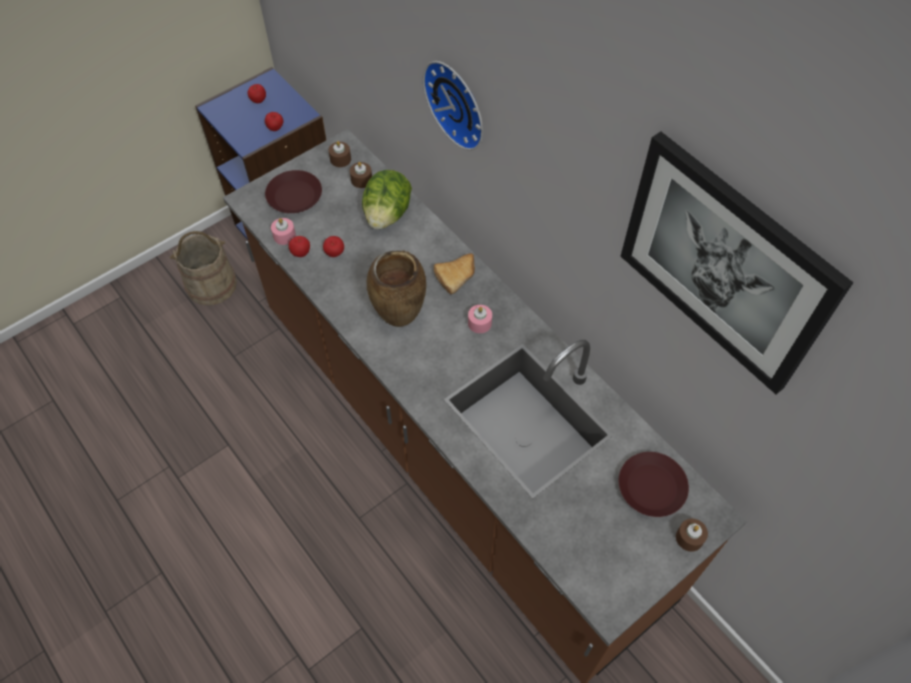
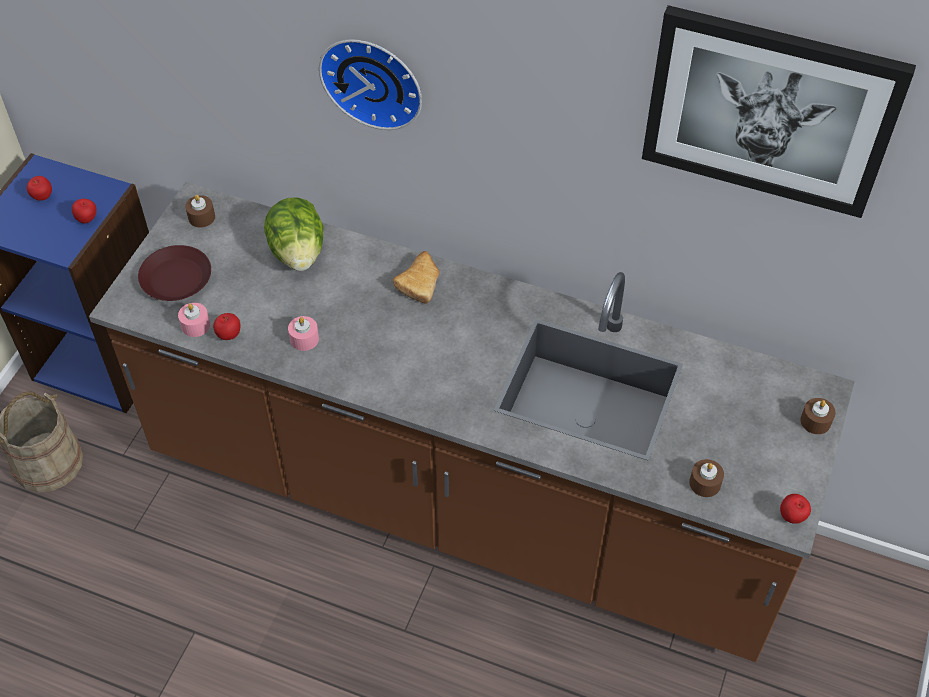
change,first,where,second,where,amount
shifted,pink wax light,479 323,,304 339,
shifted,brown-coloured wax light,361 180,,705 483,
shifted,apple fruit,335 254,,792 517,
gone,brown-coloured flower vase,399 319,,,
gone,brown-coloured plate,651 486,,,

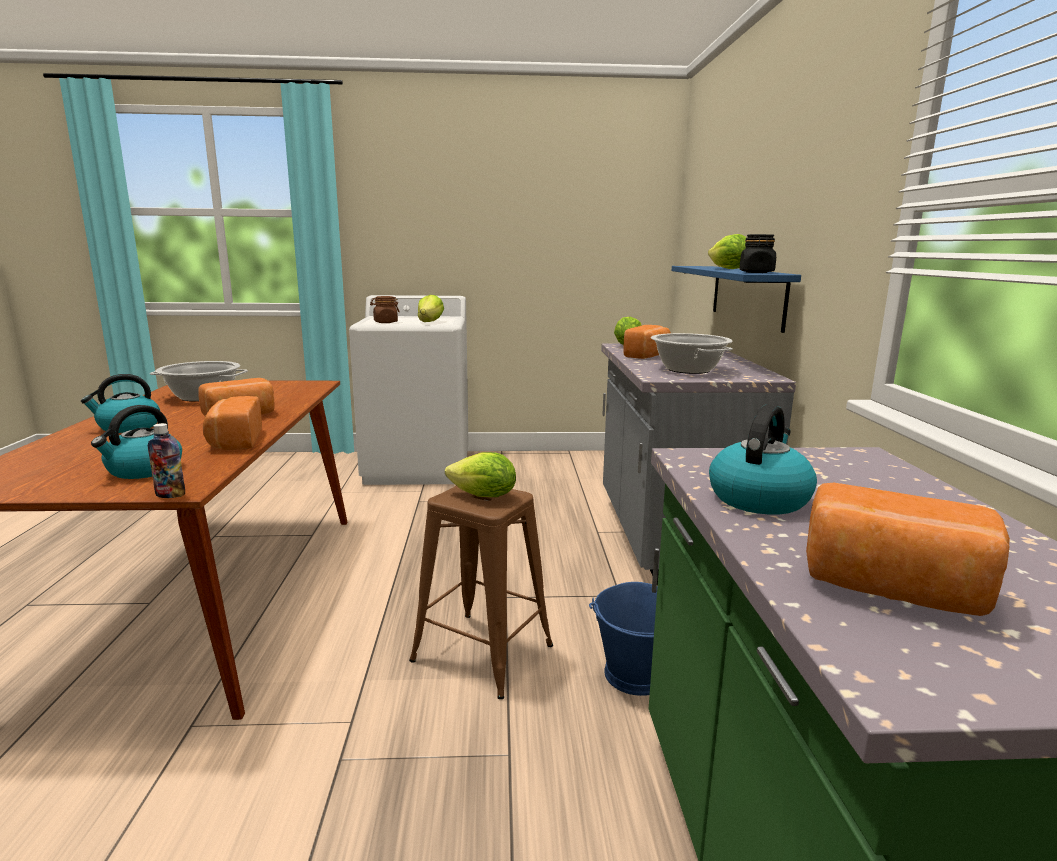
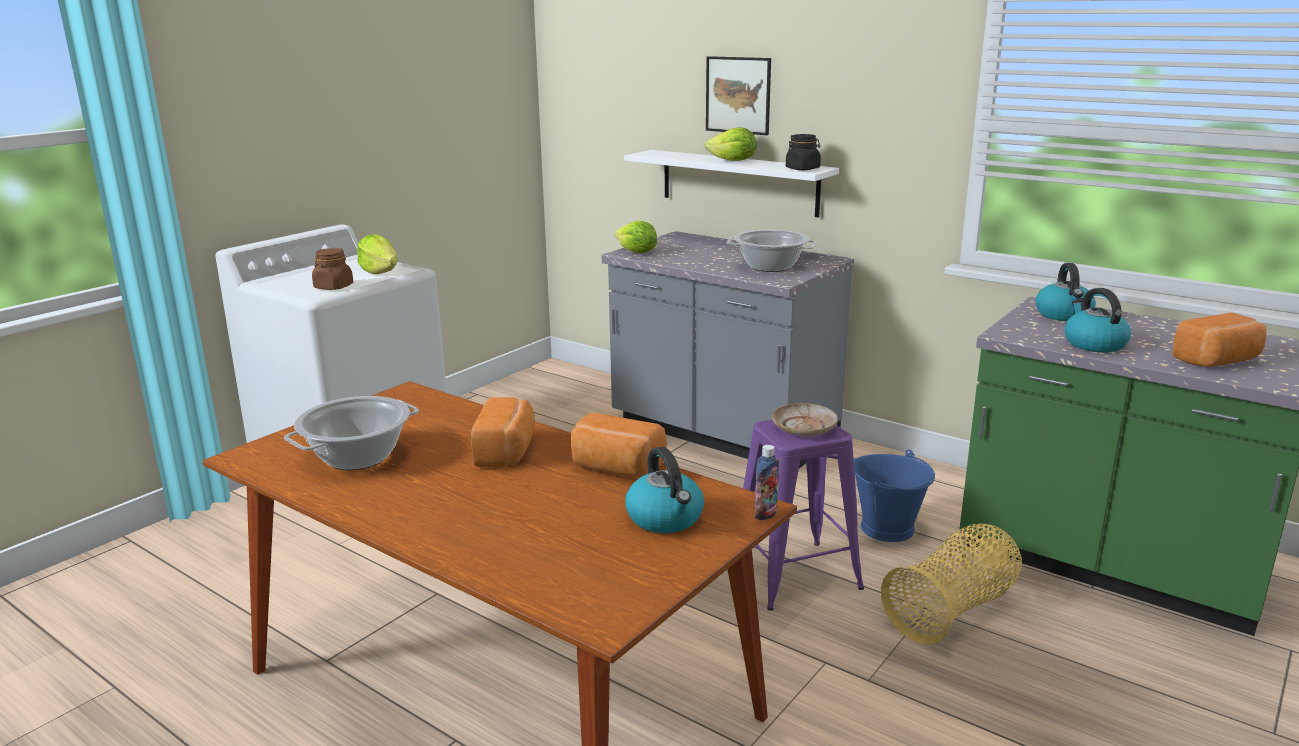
change,first,where,second,where,amount
repainted,blue-coloured shelf,747 295,white shelf,738 182,
new,,,wall picture,738 95,
repainted,brown-coloured stool,482 653,purple-coloured stool,795 575,
swapped,lettuce,484 496,beige plate,804 428,
new,,,storage basket,952 610,
shifted,kettle,128 427,,1064 315,
gone,bread,648 355,,,

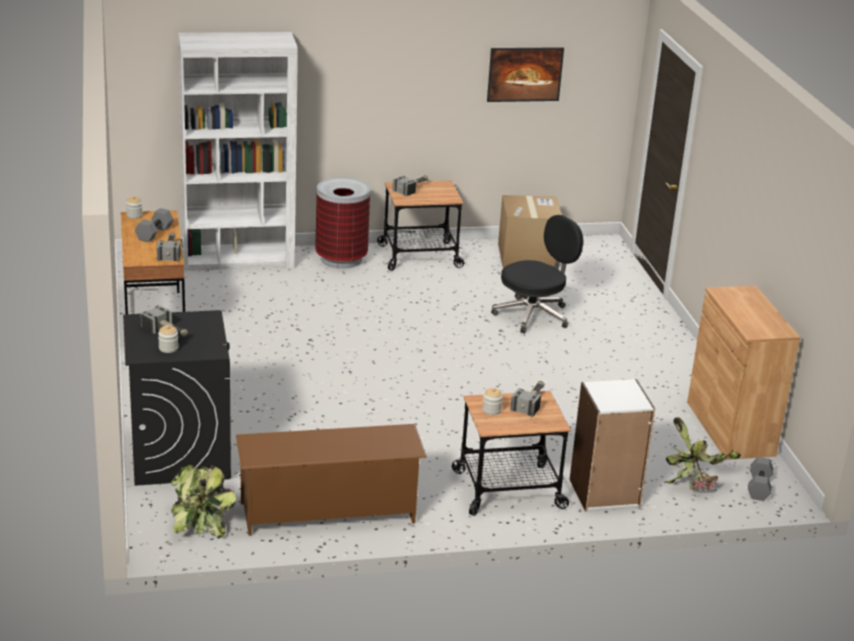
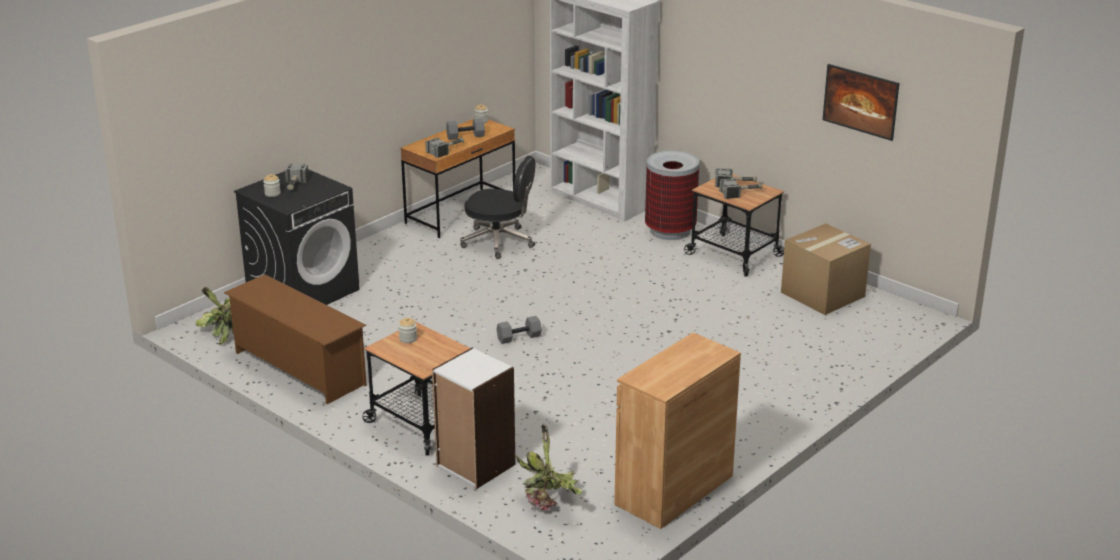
change,first,where,second,where,amount
shifted,black-coloured desk chair,533 315,,499 242,
shifted,gray free weight,758 487,,519 337,
shifted,hammer,530 402,,741 193,

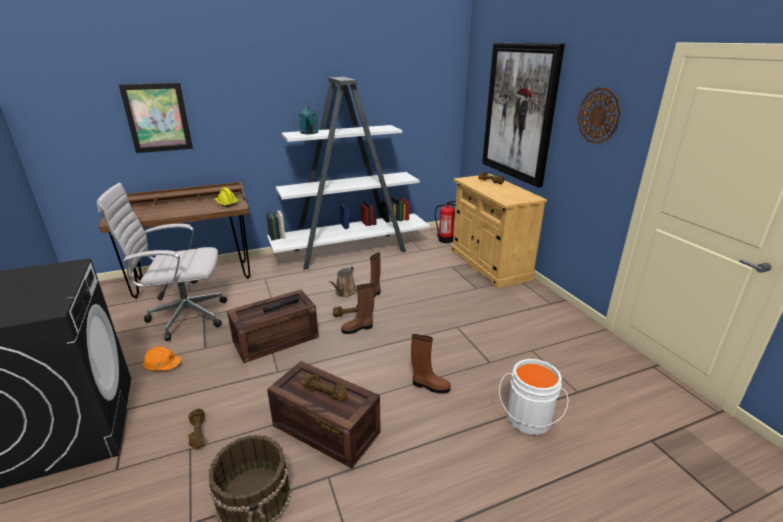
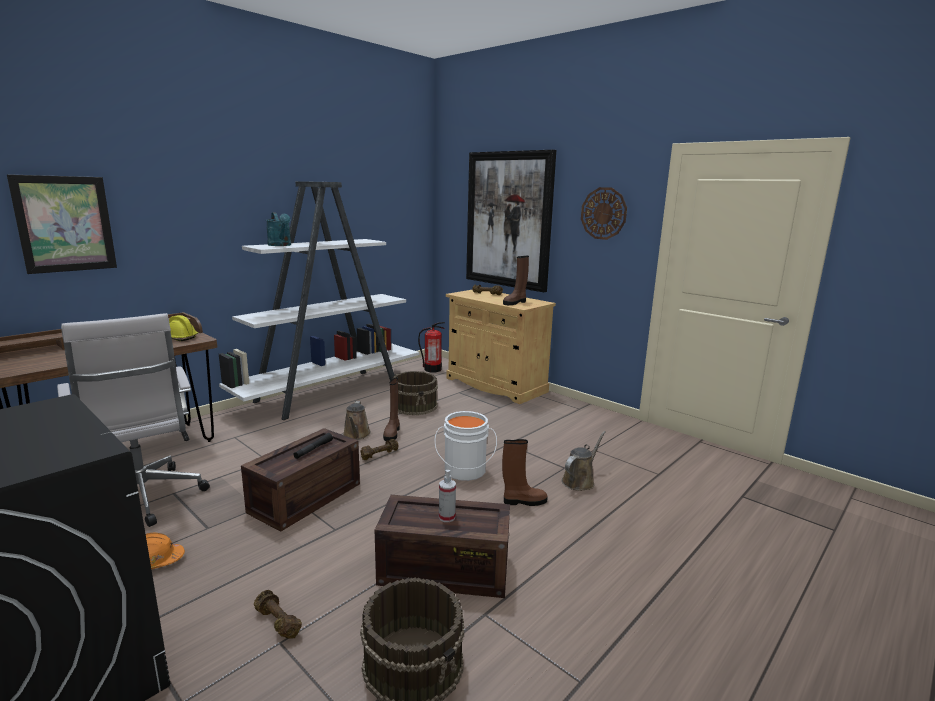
change,first,where,second,where,amount
rotated,white desk chair,184 317,,144 501,90 degrees counterclockwise
new,,,brown-coloured pail,415 406,
shifted,white pail,528 420,,464 471,
swapped,brown-coloured free weight,325 392,hand sprayer,447 517,
shifted,brown-coloured boot,358 328,,515 303,
new,,,brown-coloured watering pot,579 481,

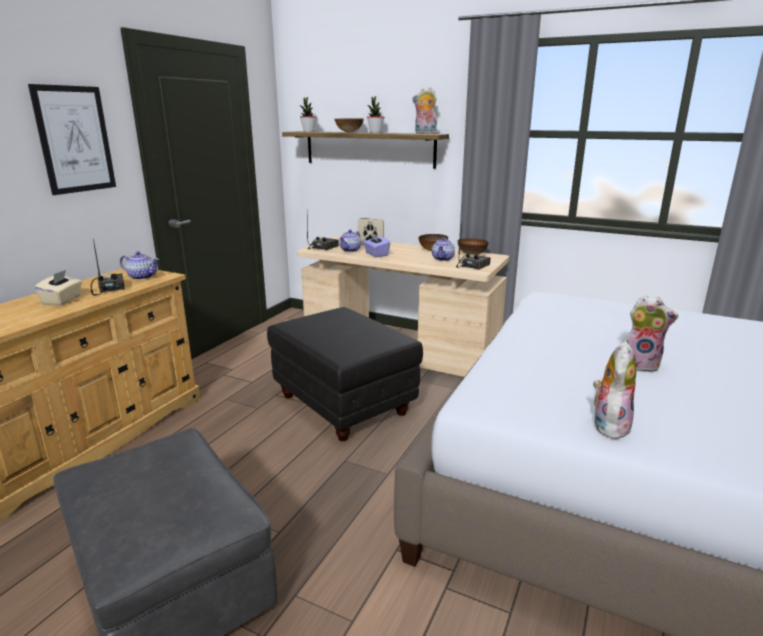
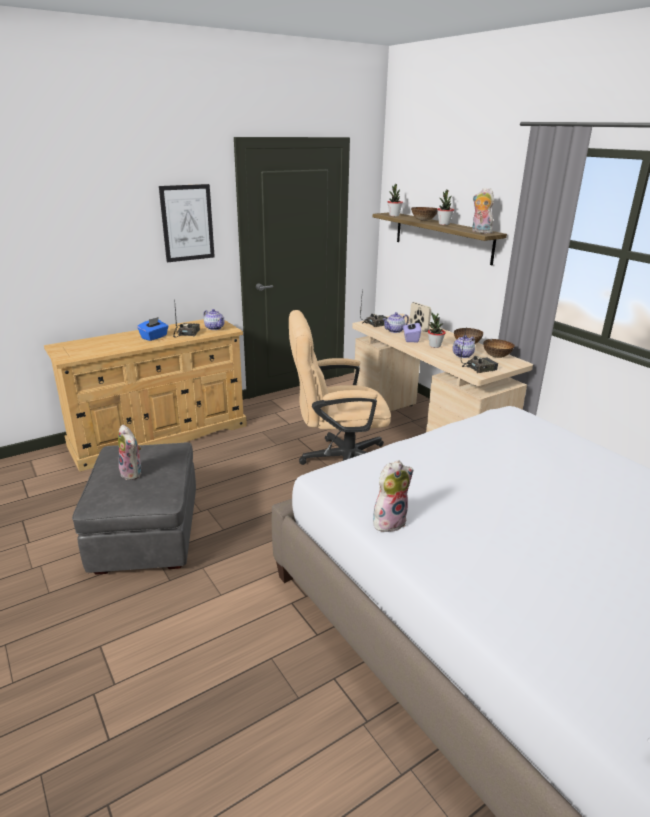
change,first,where,second,where,amount
shifted,plush toy,640 365,,133 473,
repainted,beige tissue box,62 300,blue-coloured tissue box,154 337,
swapped,black-coloured footrest,343 405,beige desk chair,338 461,
new,,,houseplant,435 346,

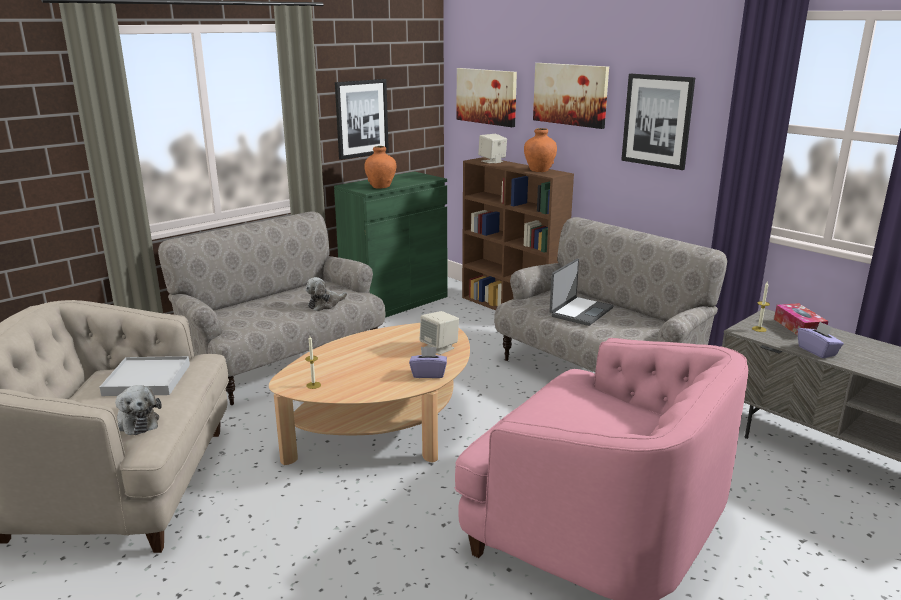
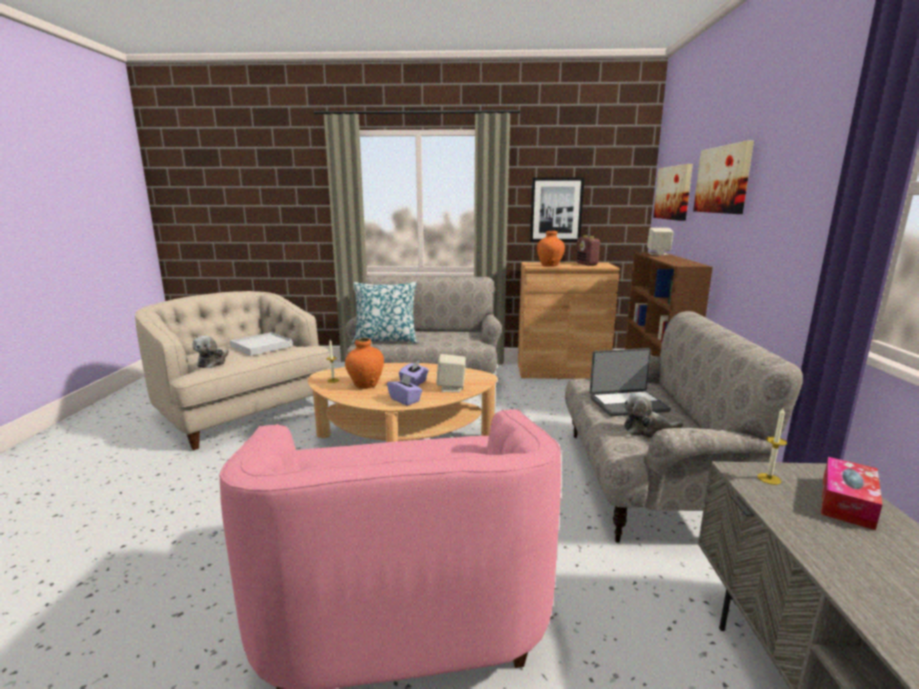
change,first,where,second,where,amount
shifted,orange-coloured flower vase,539 170,,365 385,
new,,,throw pillow,386 340,
shifted,purple-coloured tissue box,817 351,,414 383,
repainted,green cabinet,395 302,brown-coloured cabinet,561 371,
new,,,radio,586 264,
shifted,plush toy,325 304,,647 430,
gone,wall picture,657 121,,,

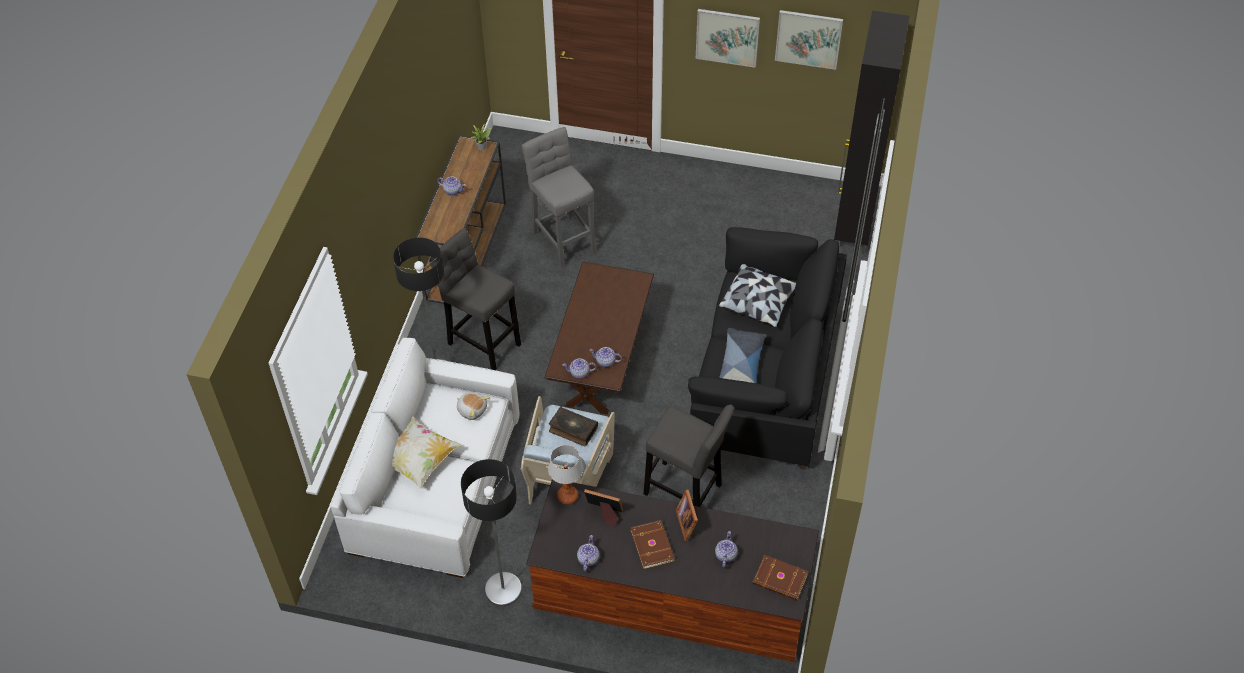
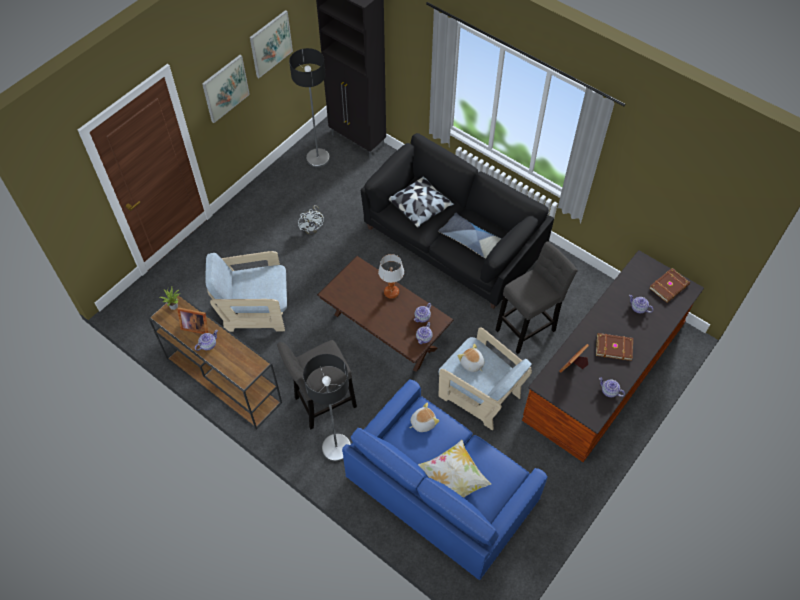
change,first,where,second,where,amount
shifted,picture frame,688 522,,195 326,
swapped,gray stool,562 239,beige lounge chair,255 310,
shifted,standard lamp,503 589,,318 158,
new,,,white electric fan,313 226,
repainted,white couch,434 482,blue-coloured couch,440 489,
shifted,table lamp,567 496,,391 292,
swapped,volume,573 430,plush toy,471 363,

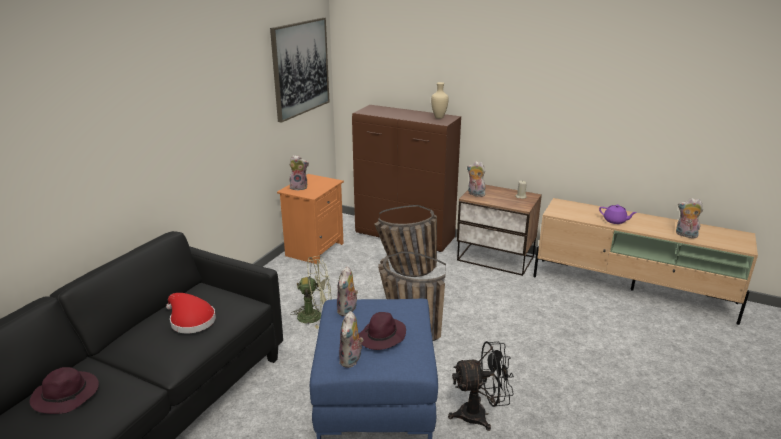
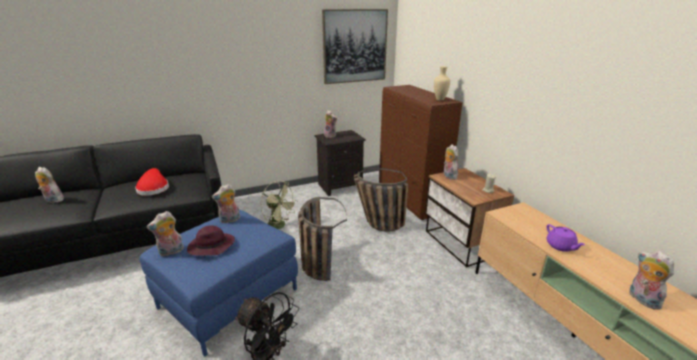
change,first,where,second,where,amount
swapped,purple-coloured clothing hat,67 395,plush toy,53 200,
repainted,orange-coloured nightstand,314 249,black-coloured nightstand,340 186,

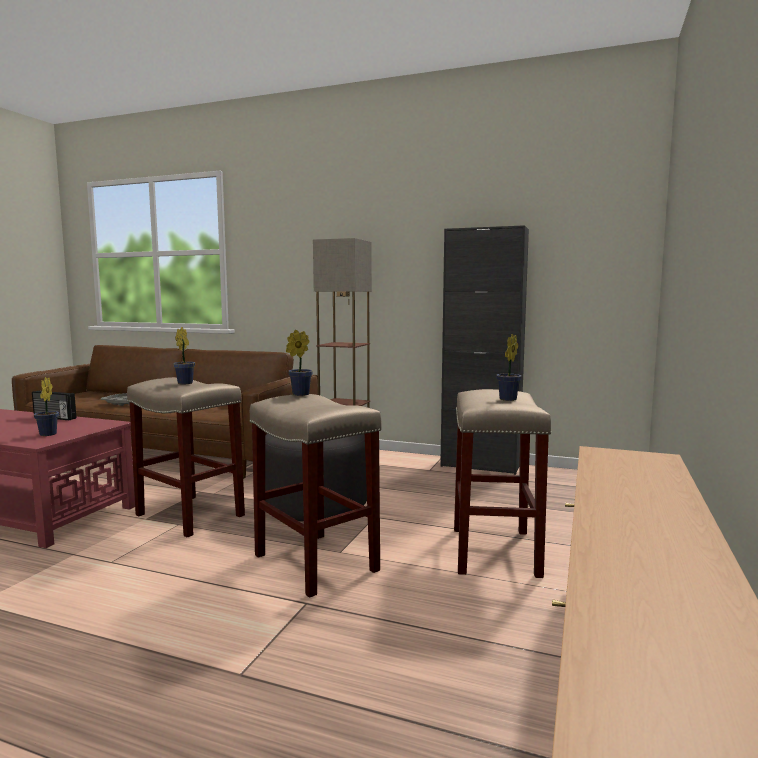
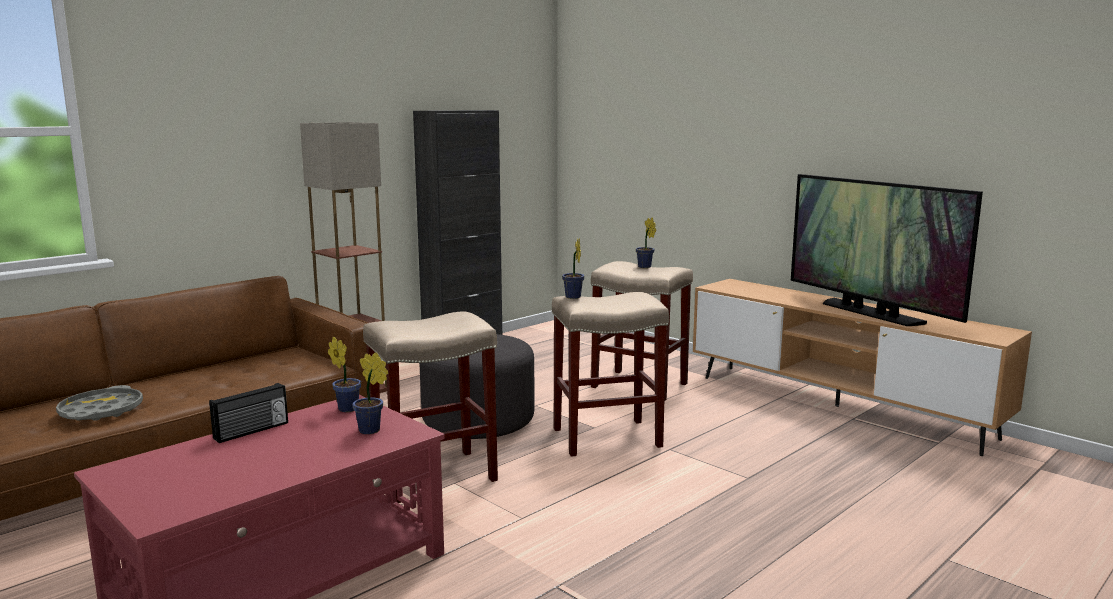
change,first,where,second,where,amount
shifted,houseplant,186 383,,346 408,
new,,,TV,870 313,

